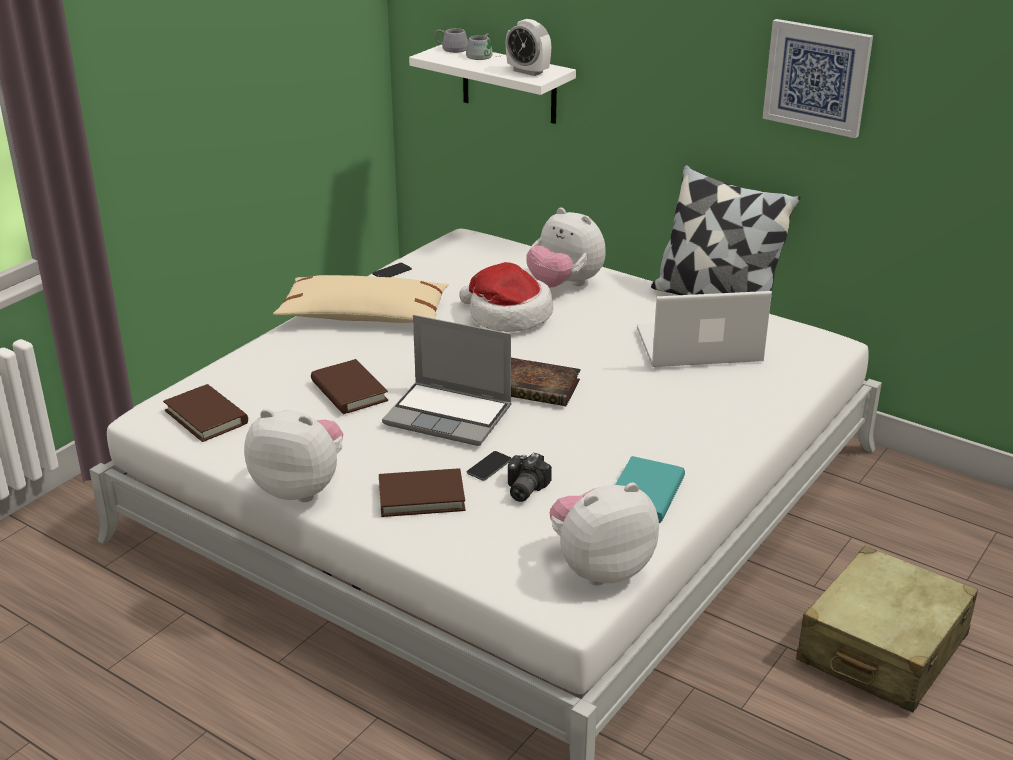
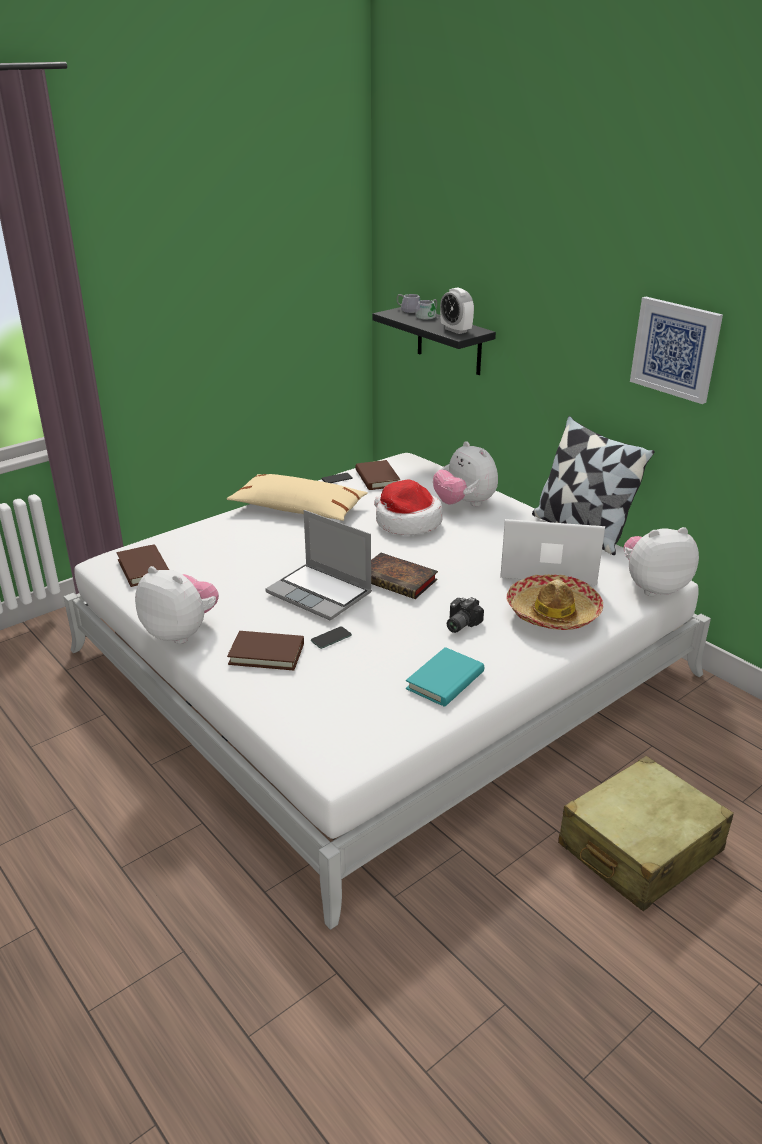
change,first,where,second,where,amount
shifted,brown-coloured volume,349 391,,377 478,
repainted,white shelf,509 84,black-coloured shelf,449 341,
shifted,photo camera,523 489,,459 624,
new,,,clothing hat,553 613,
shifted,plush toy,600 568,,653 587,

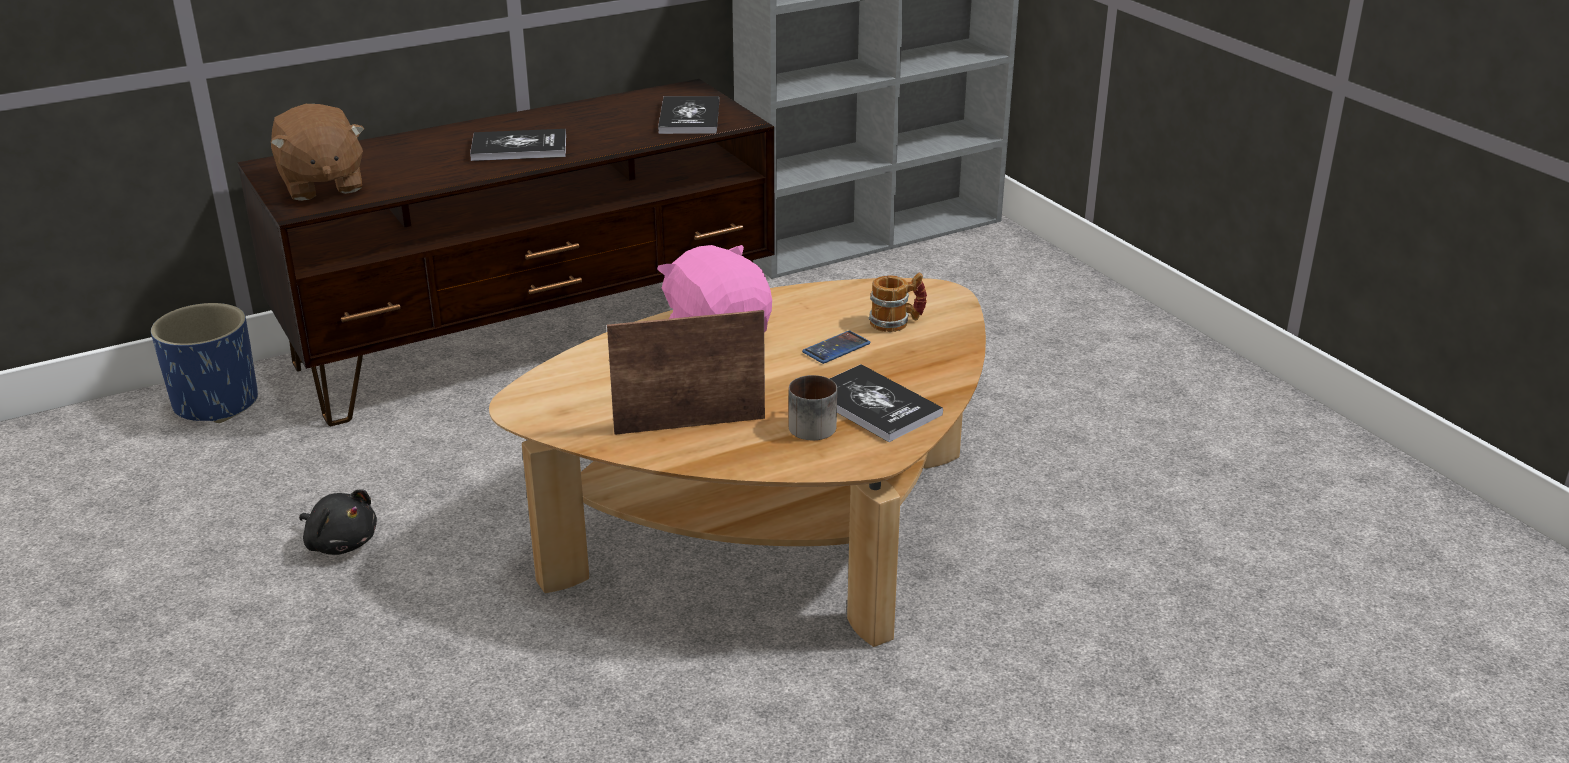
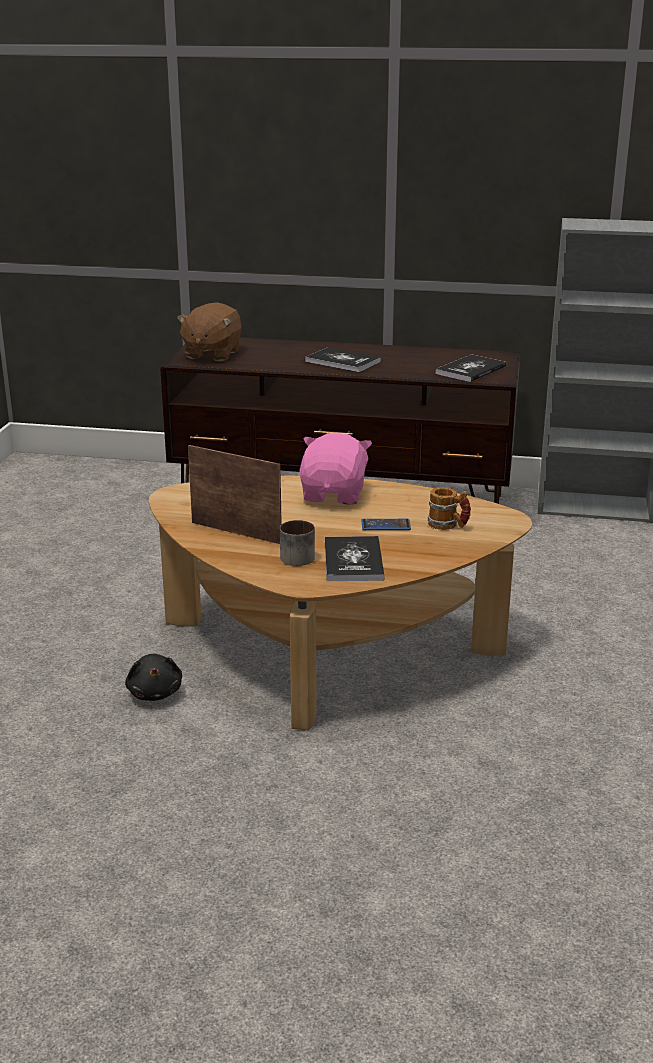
change,first,where,second,where,amount
shifted,black-coloured plush toy,340 543,,155 693,
gone,blue-coloured plant pot,216 404,,,

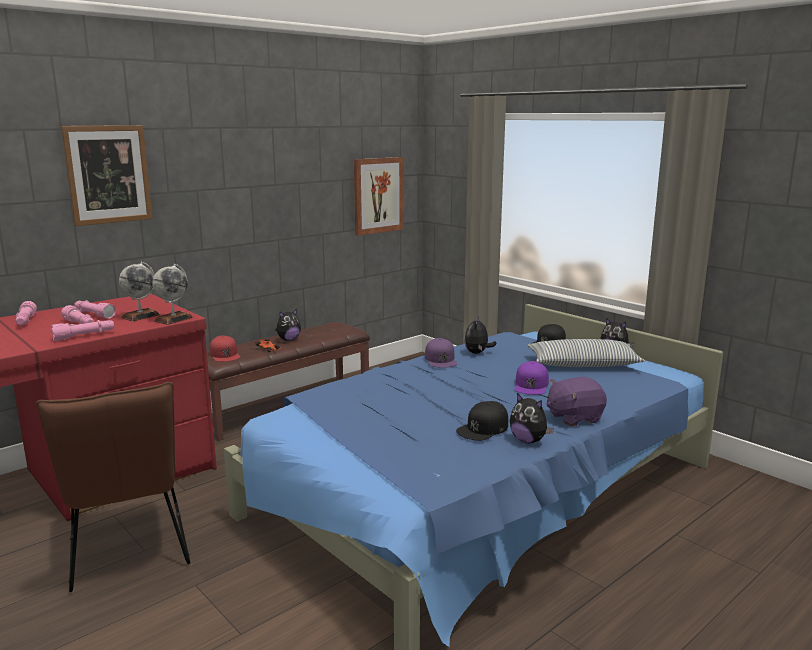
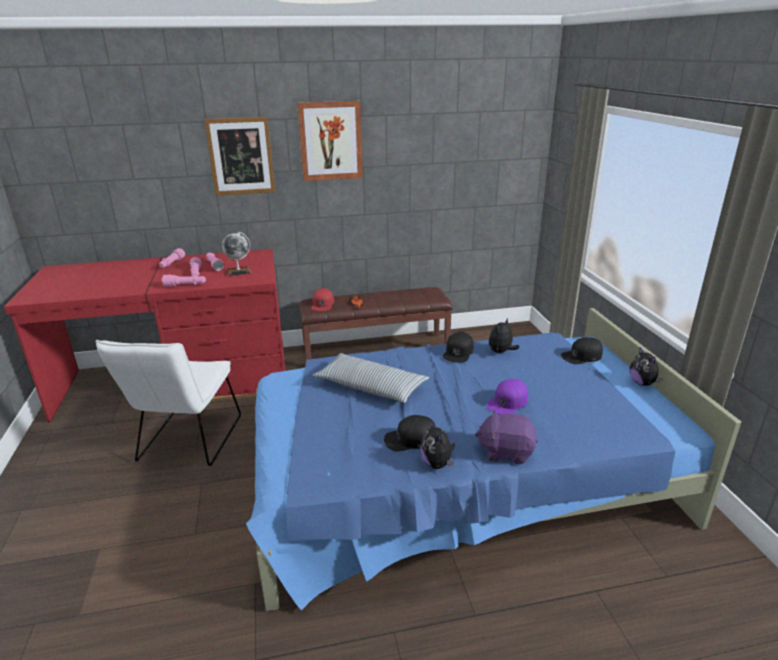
change,first,where,second,where,amount
repainted,brown-coloured upright chair,128 551,white upright chair,187 442,
shifted,wall picture,378 195,,330 141,
shifted,throw pillow,583 364,,370 387,
repainted,purple-coloured cap,441 359,black-coloured cap,458 352,
gone,world globe,174 319,,,
gone,plush toy,288 339,,,

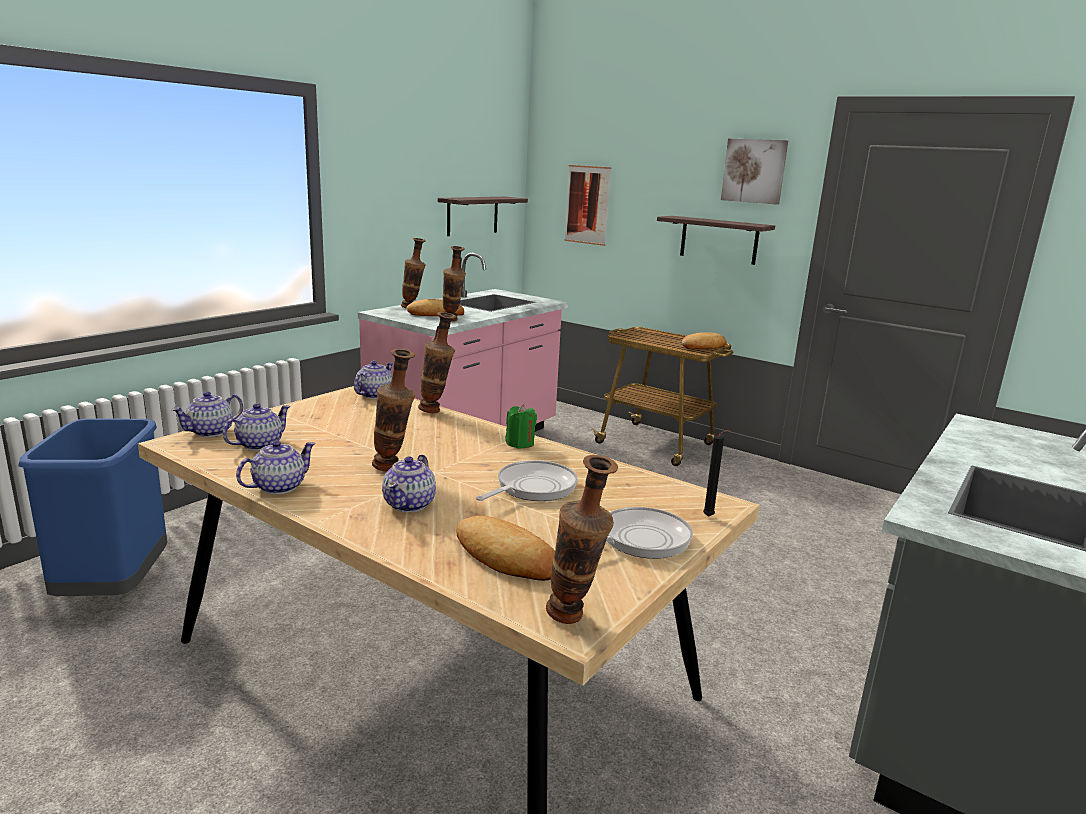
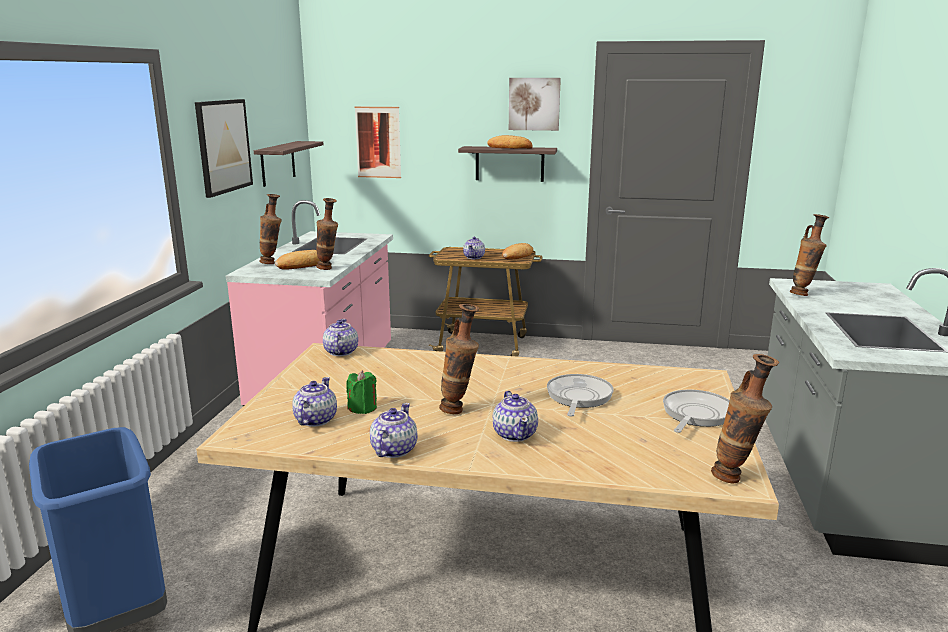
change,first,where,second,where,amount
new,,,wall picture,223 146,
shifted,green wax light,520 443,,362 408,
shifted,tea pot,211 432,,474 257,
shifted,bread,505 556,,510 148,
shifted,flower vase,436 411,,803 294,
gone,black-coloured wax light,710 517,,,

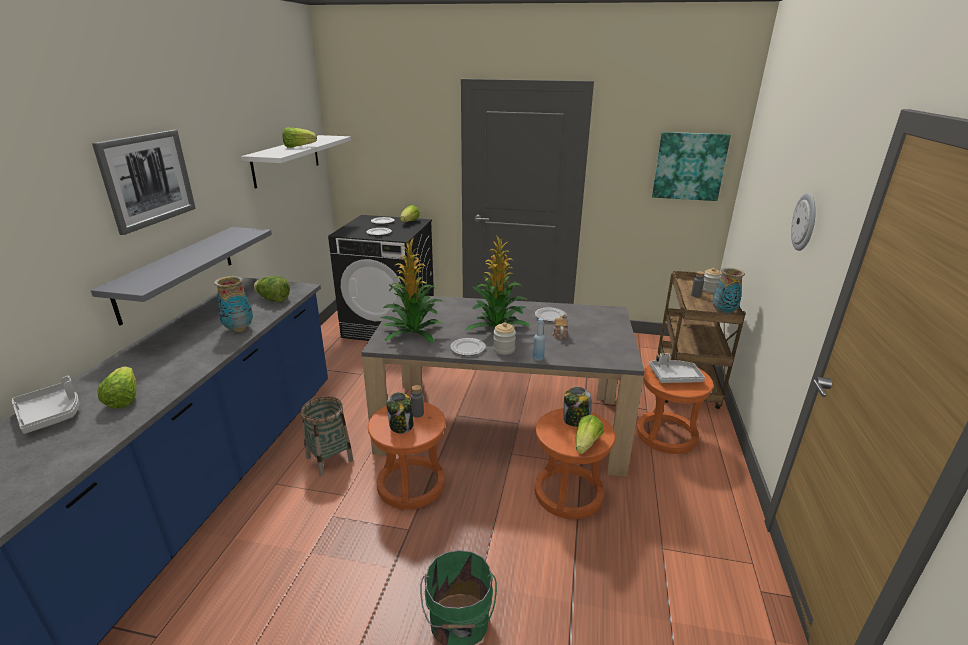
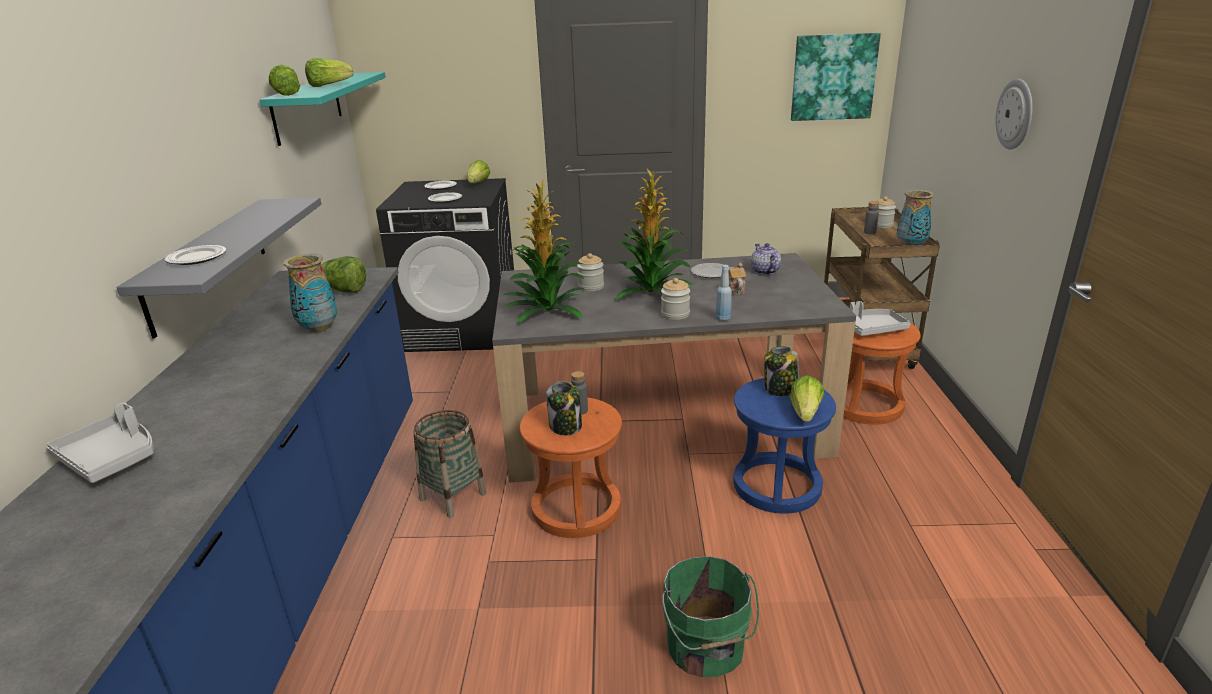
change,first,where,second,where,amount
shifted,plate,467 348,,196 258,
repainted,white shelf,287 160,turquoise shelf,307 107,
shifted,lettuce,124 398,,285 94,
new,,,preserve jar,591 287,
repainted,orange-coloured stool,568 493,blue-coloured stool,776 486,
new,,,tea pot,764 271,
gone,wall picture,147 179,,,

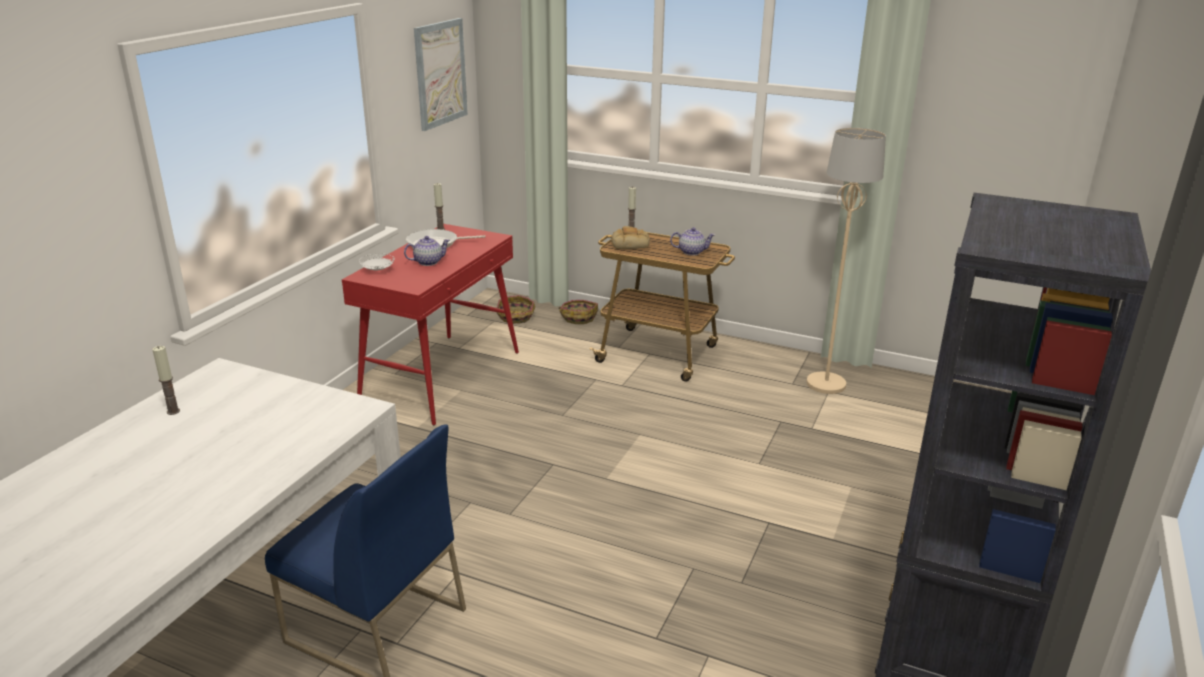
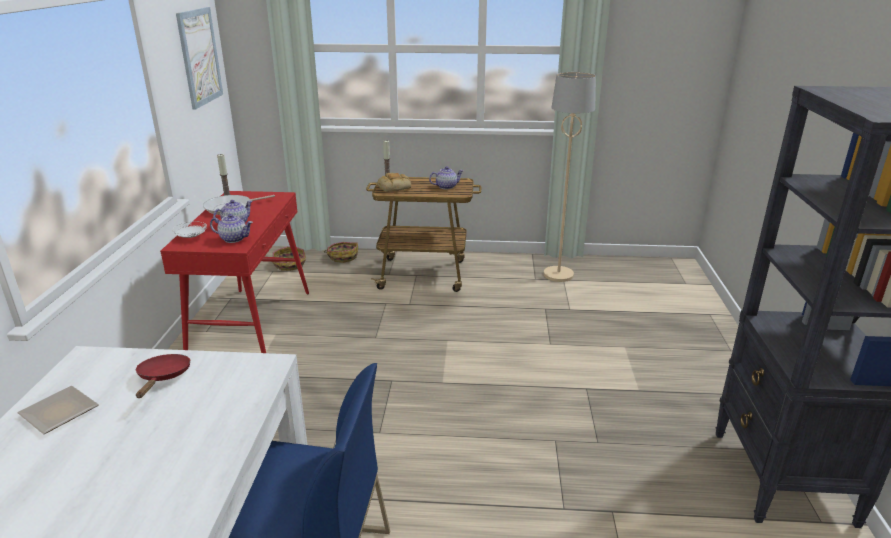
change,first,where,second,where,amount
swapped,wax light,173 411,plate,56 413,
new,,,red-coloured frying pan,163 377,
new,,,tea pot,234 239,

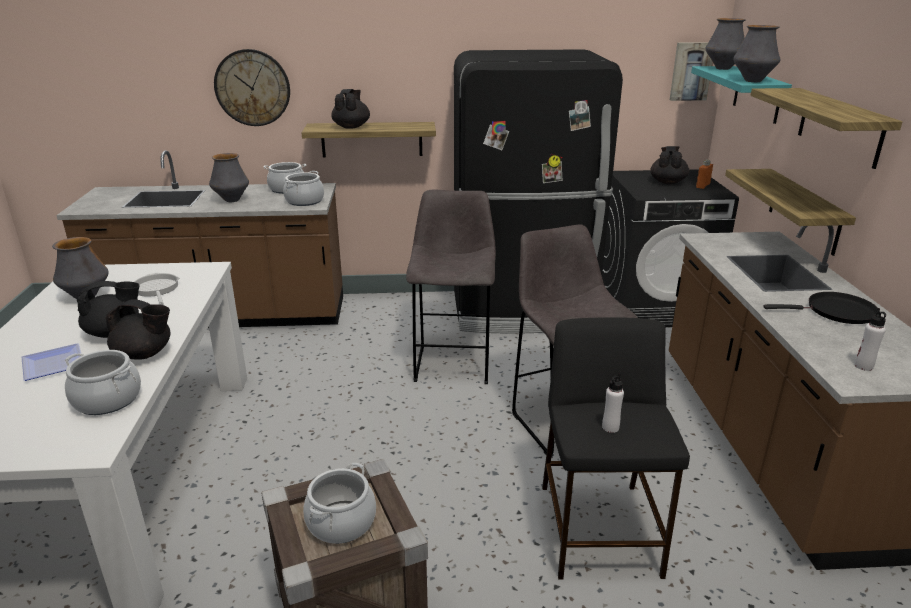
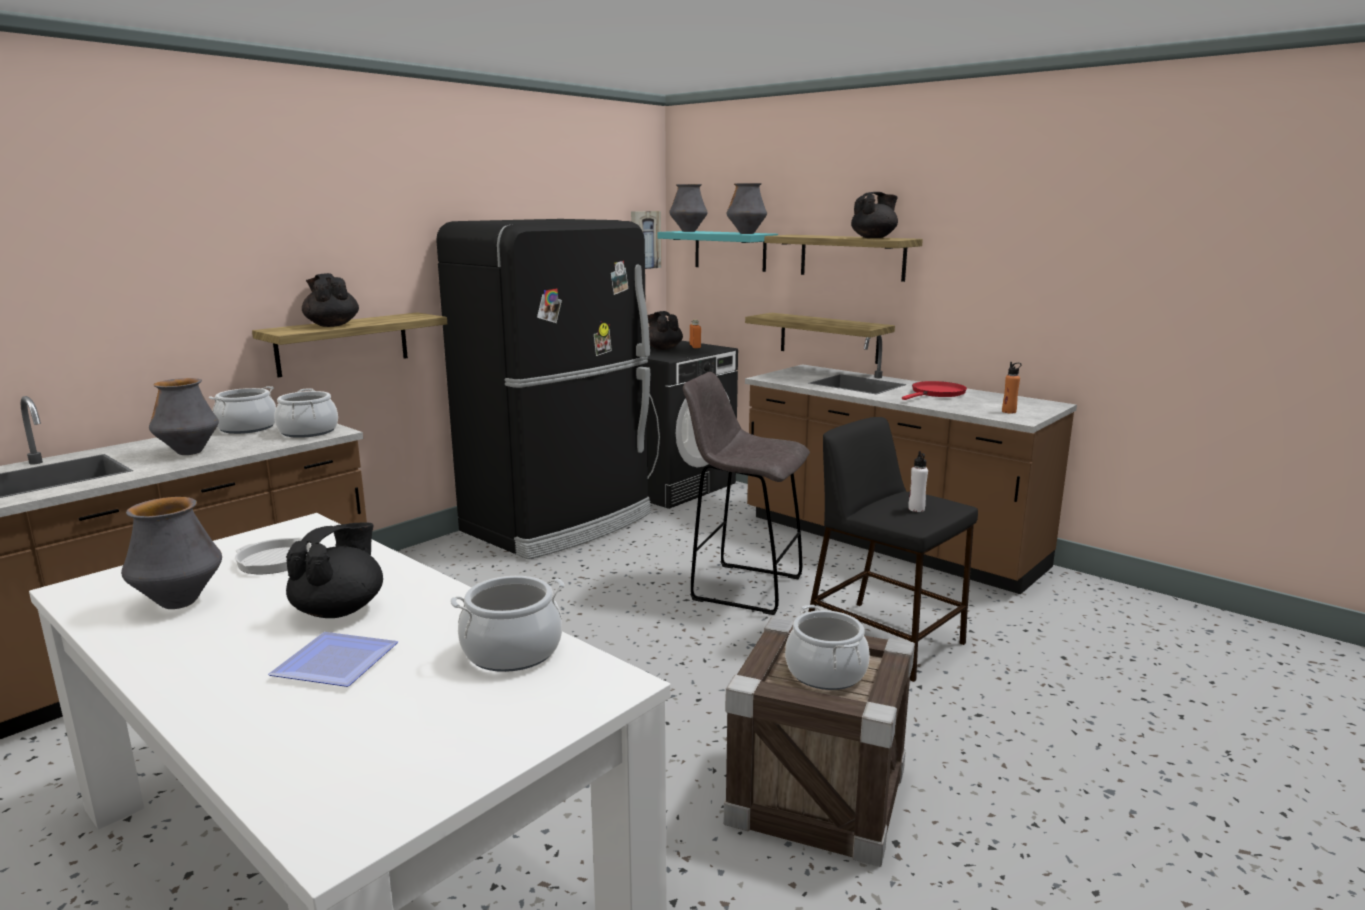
change,first,where,second,where,amount
shifted,black-coloured tea pot,144 354,,874 238,
repainted,black-coloured frying pan,836 312,red-coloured frying pan,936 393,
repainted,white drink bottle,863 366,orange-coloured drink bottle,1009 411,
gone,hanging clock,252 88,,,
gone,gray stool,453 363,,,

